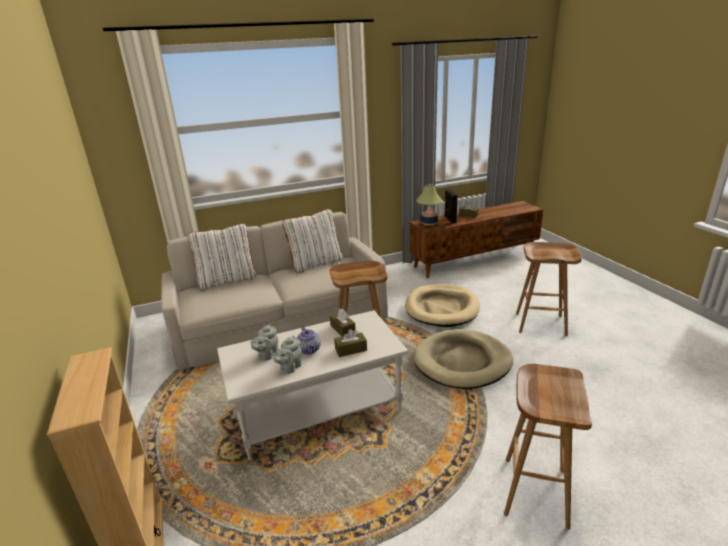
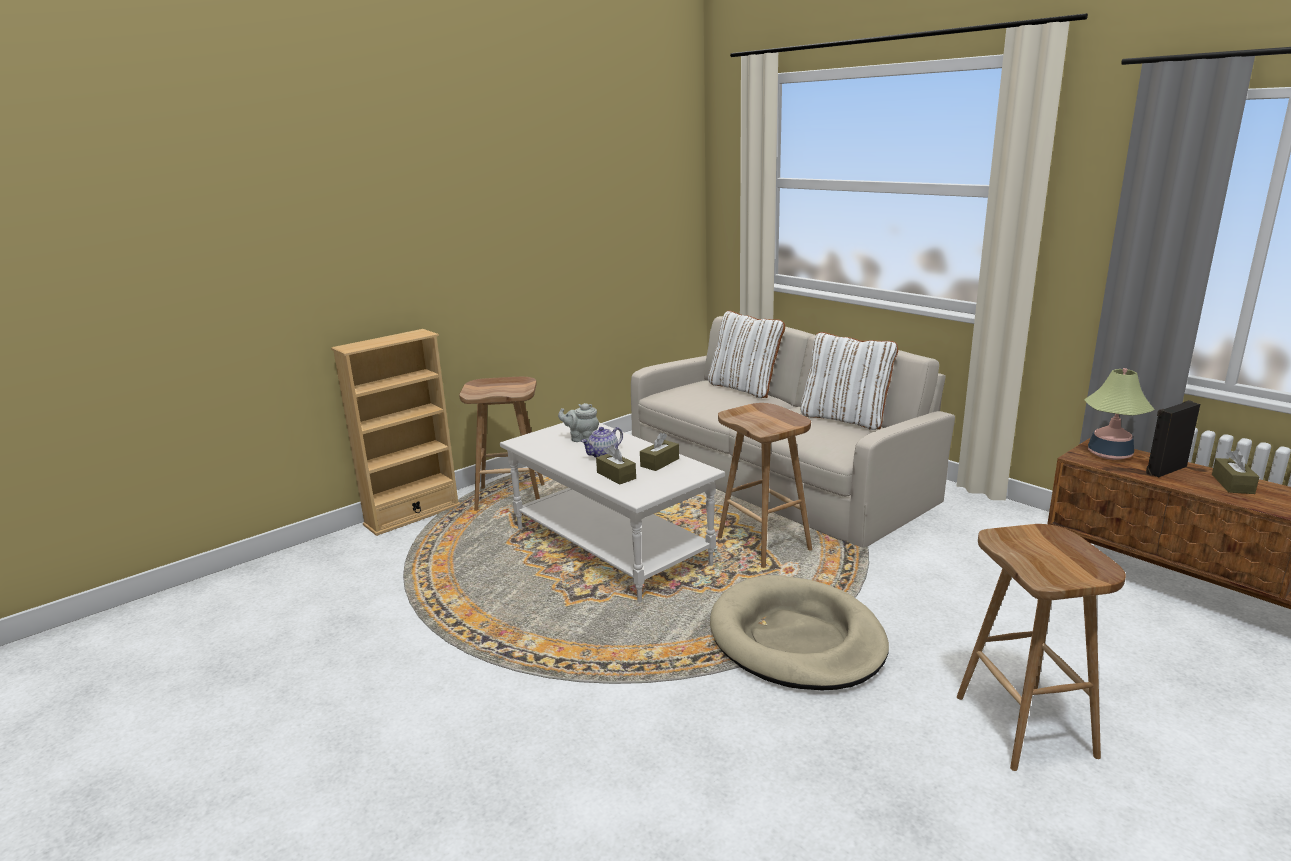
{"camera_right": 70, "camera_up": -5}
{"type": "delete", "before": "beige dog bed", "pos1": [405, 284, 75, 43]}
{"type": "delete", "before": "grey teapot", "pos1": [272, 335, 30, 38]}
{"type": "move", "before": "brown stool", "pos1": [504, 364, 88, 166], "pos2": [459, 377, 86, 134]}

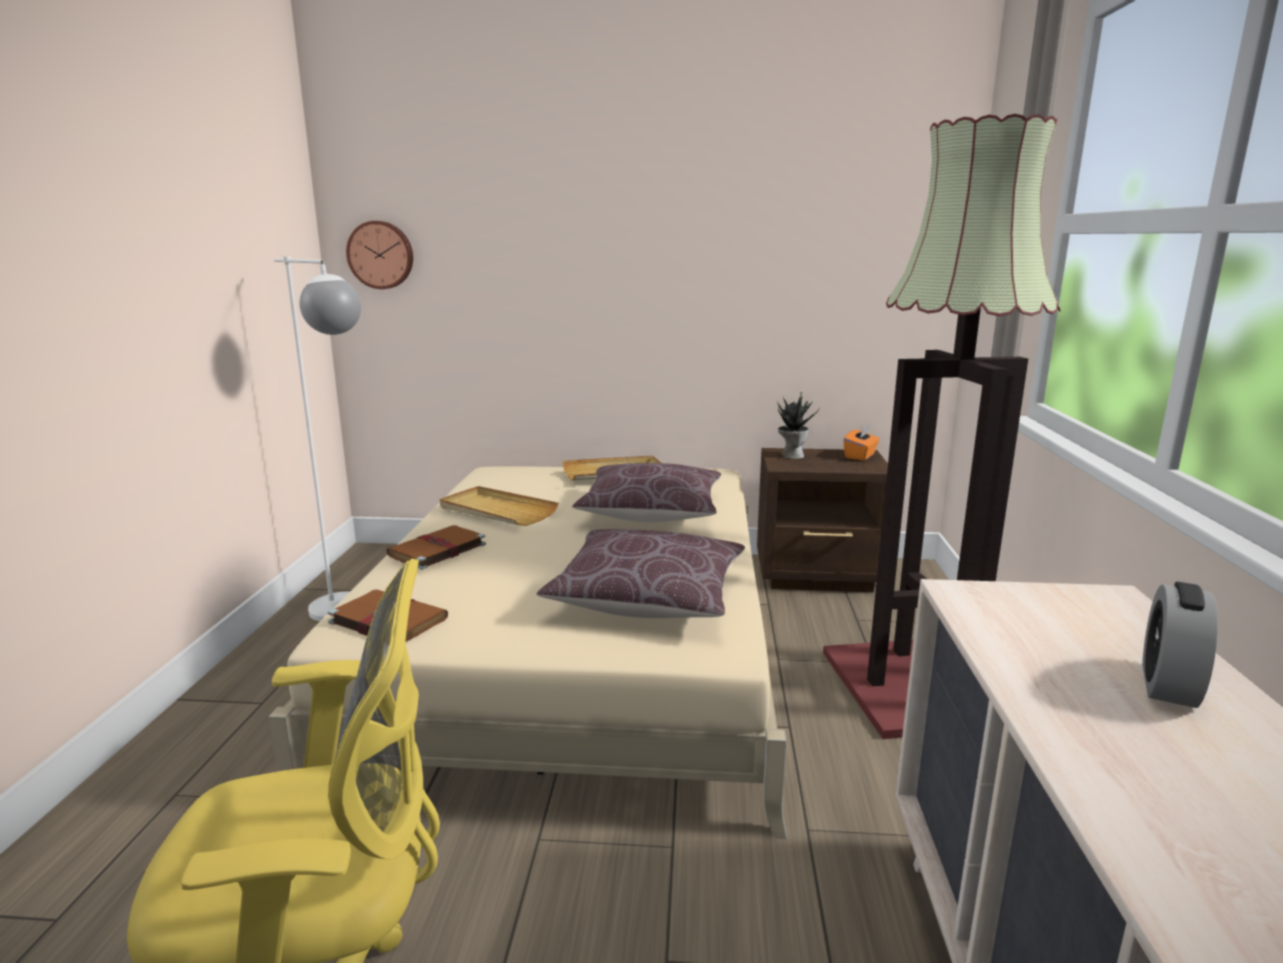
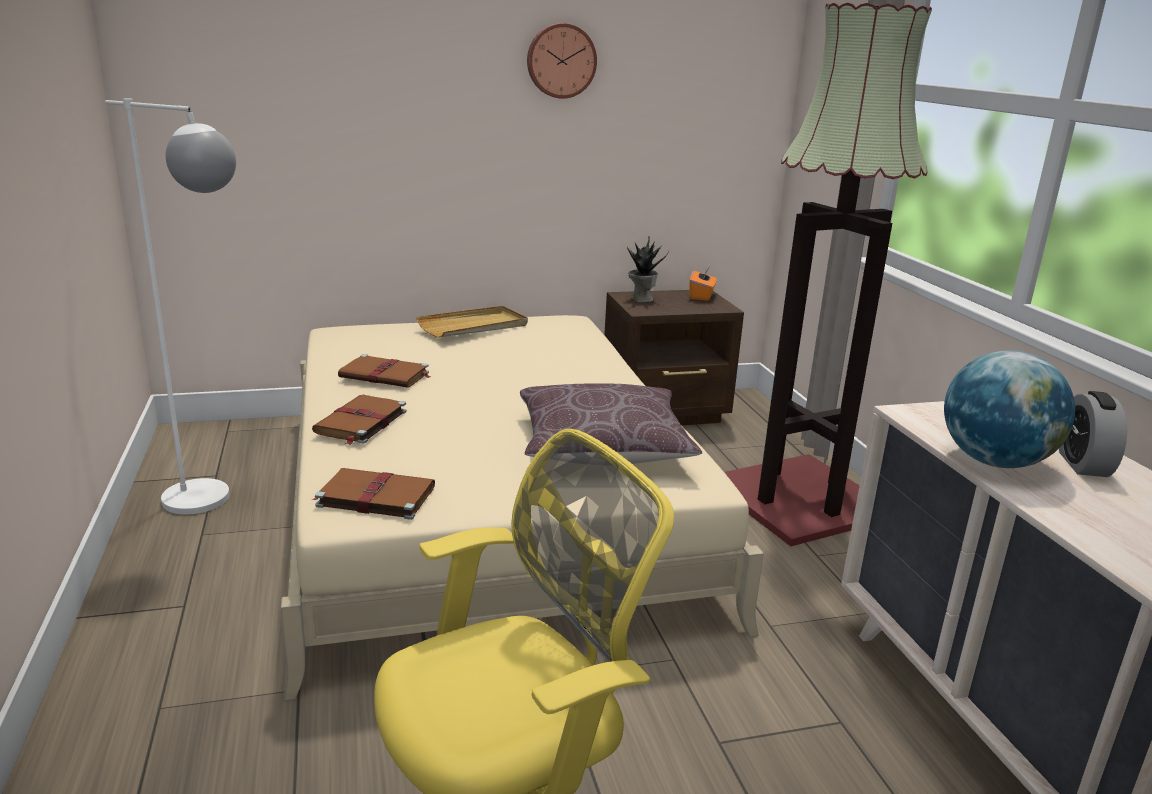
{"camera_right": -20, "camera_up": 5}
{"type": "move", "before": "wall clock", "pos1": [346, 221, 67, 68], "pos2": [527, 23, 70, 76]}
{"type": "delete", "before": "brown pillow", "pos1": [572, 463, 149, 59]}
{"type": "replace", "before": "beige tray", "after": "brown book", "pos1": [440, 486, 119, 40], "pos2": [338, 354, 93, 34]}
{"type": "insert", "after": "globe", "pos2": [944, 350, 131, 118]}

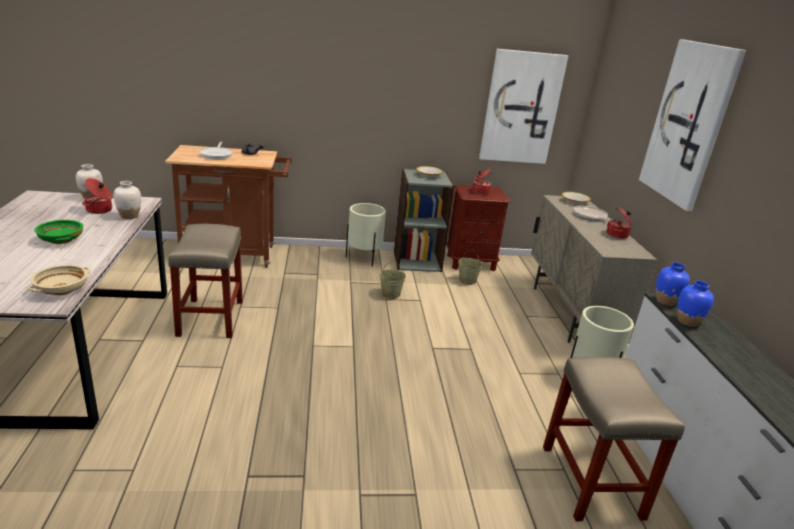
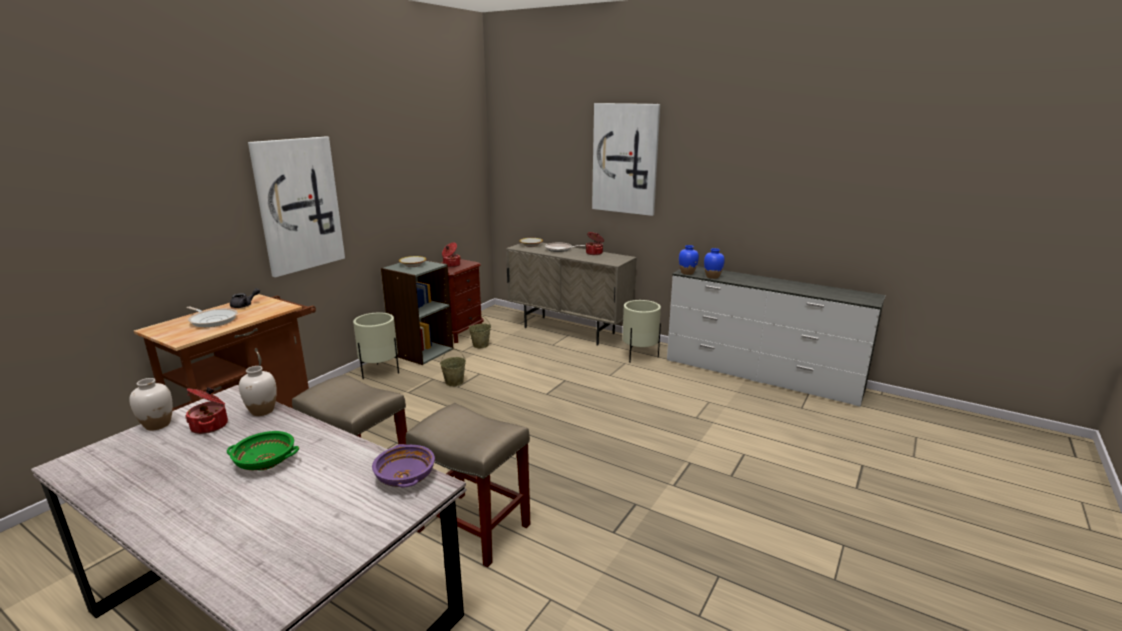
{"camera_right": -50, "camera_up": -5}
{"type": "move", "before": "picture", "pos1": [479, 49, 89, 115], "pos2": [248, 136, 97, 141]}
{"type": "recolor", "before": "beige bowl", "after": "purple bowl", "pos1": [27, 265, 64, 31], "pos2": [372, 444, 63, 44]}
{"type": "move", "before": "beige stool", "pos1": [543, 357, 142, 164], "pos2": [406, 403, 124, 164]}

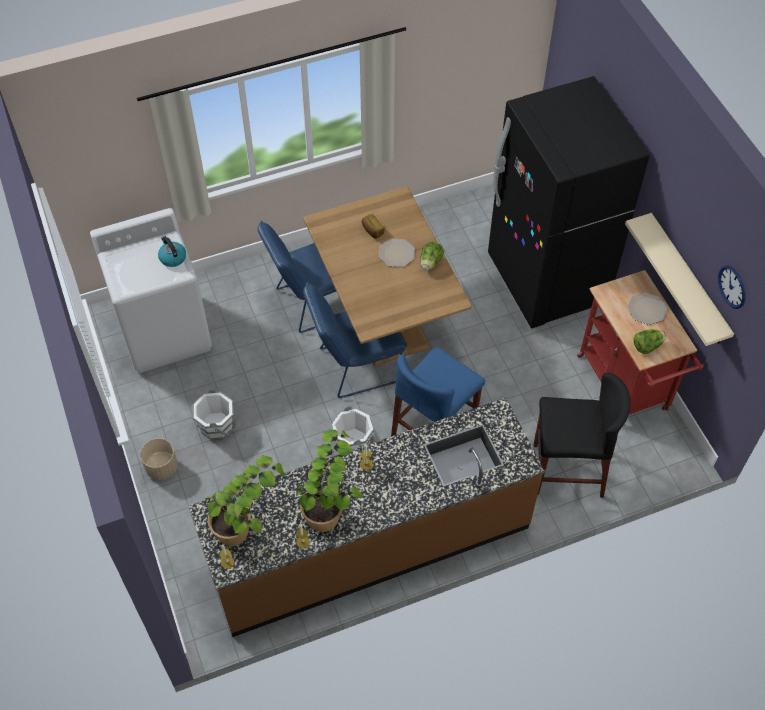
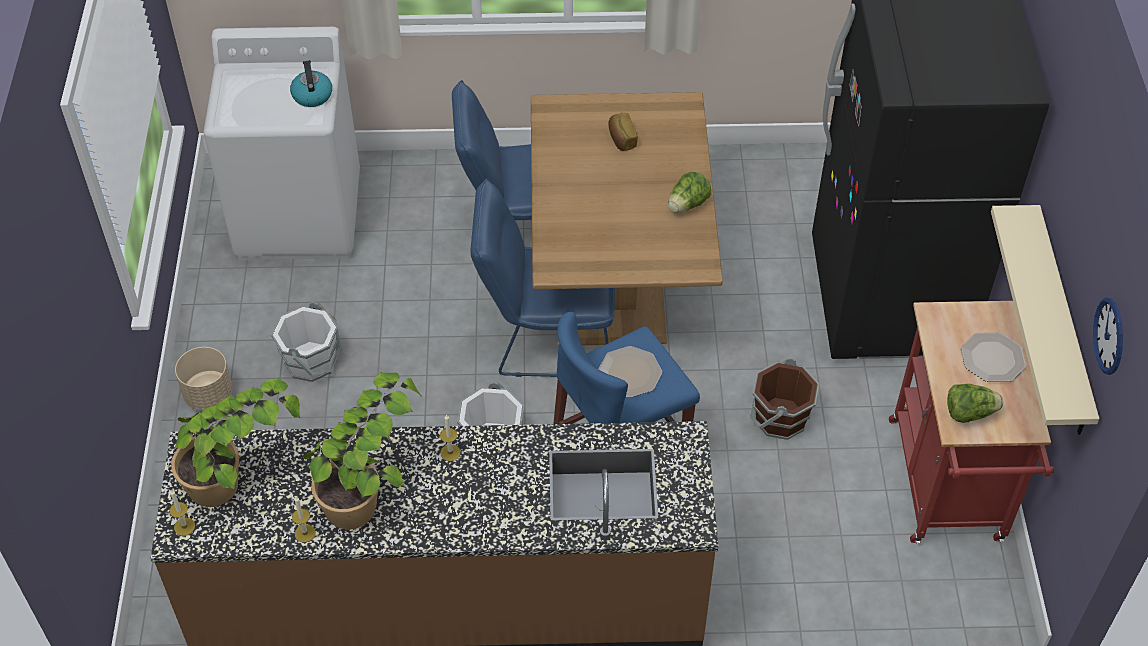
{"camera_right": 20, "camera_up": -5}
{"type": "move", "before": "plate", "pos1": [379, 239, 36, 28], "pos2": [599, 346, 63, 52]}
{"type": "delete", "before": "black stool", "pos1": [534, 373, 96, 125]}
{"type": "insert", "after": "brown bucket", "pos2": [750, 358, 69, 82]}

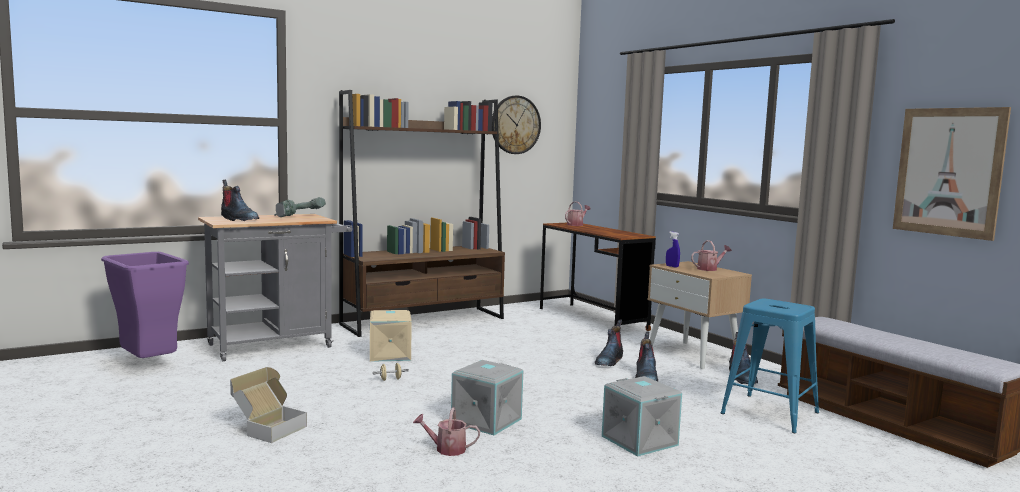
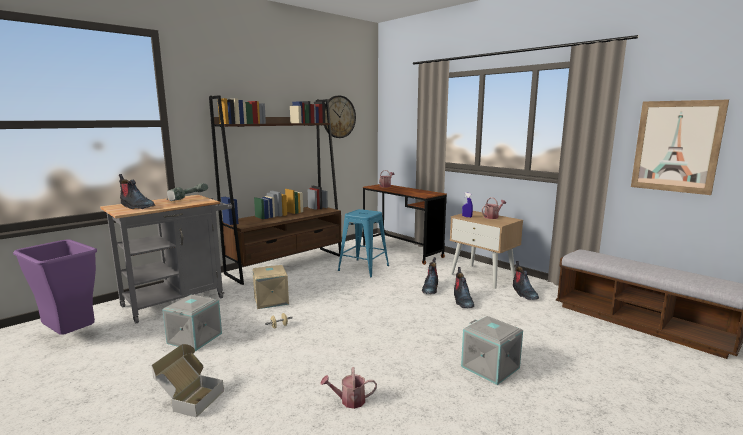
{"camera_right": -10, "camera_up": 5}
{"type": "move", "before": "blue stool", "pos1": [721, 298, 98, 135], "pos2": [338, 209, 51, 69]}
{"type": "move", "before": "grey storage box", "pos1": [451, 360, 72, 75], "pos2": [162, 295, 60, 56]}

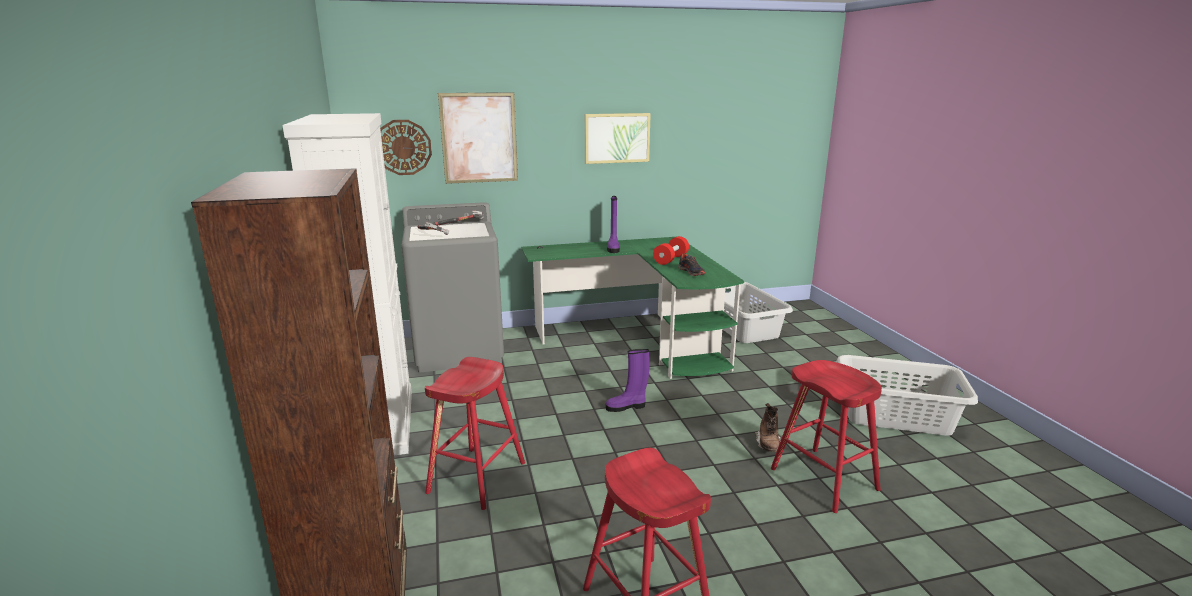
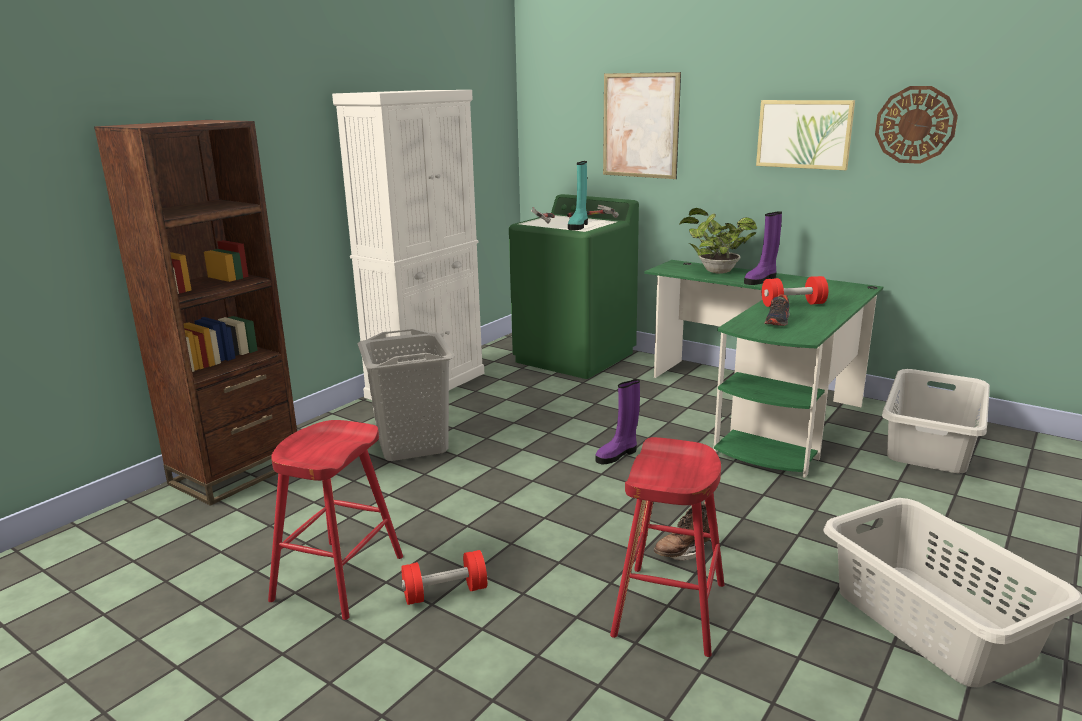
{"camera_right": 50, "camera_up": 0}
{"type": "move", "before": "wall clock", "pos1": [380, 120, 52, 55], "pos2": [875, 86, 83, 78]}
{"type": "recolor", "before": "grey washing machine", "after": "green washing machine", "pos1": [401, 202, 103, 170], "pos2": [509, 194, 130, 185]}
{"type": "rotate", "before": "purple boot", "pos1": [606, 349, 43, 63], "pos2": [595, 379, 45, 85], "turn": -75}
{"type": "replace", "before": "red stool", "after": "grey laundry basket", "pos1": [425, 357, 100, 153], "pos2": [357, 329, 98, 132]}
{"type": "insert", "after": "turquoise boot", "pos2": [568, 161, 20, 69]}
{"type": "insert", "after": "potted plant", "pos2": [679, 208, 78, 66]}
{"type": "insert", "after": "red dumbbell", "pos2": [401, 550, 86, 55]}

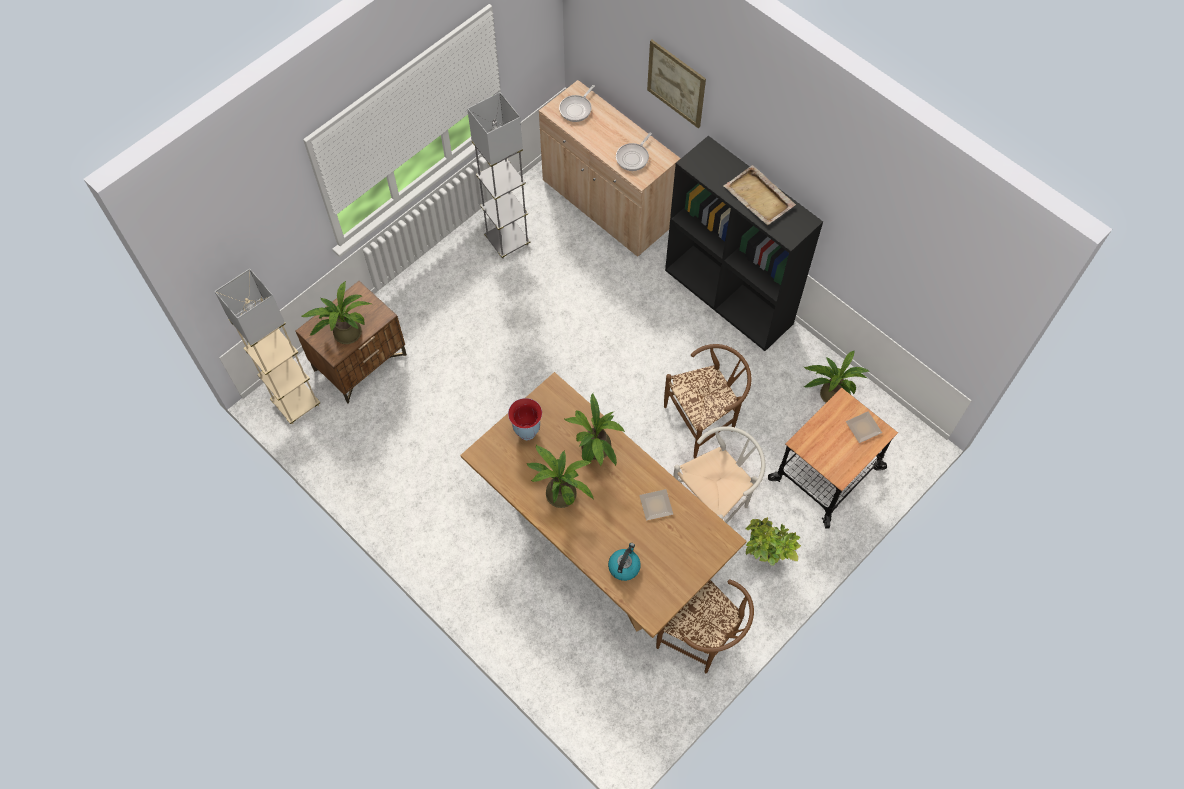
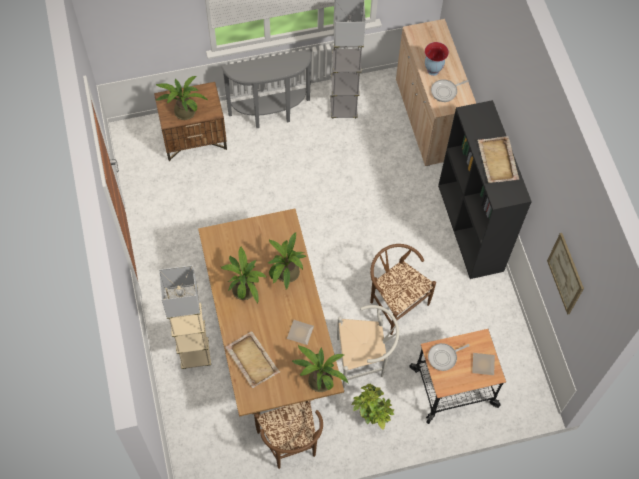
{"camera_right": 30, "camera_up": 0}
{"type": "move", "before": "picture", "pos1": [647, 40, 59, 88], "pos2": [547, 233, 37, 82]}
{"type": "move", "before": "frying pan", "pos1": [559, 85, 36, 37], "pos2": [428, 343, 42, 28]}
{"type": "move", "before": "beige floor lamp", "pos1": [215, 268, 105, 156], "pos2": [159, 265, 52, 104]}
{"type": "rotate", "before": "brown chair", "pos1": [664, 344, 88, 115], "pos2": [370, 244, 66, 91], "turn": -135}
{"type": "move", "before": "potted plant", "pos1": [804, 351, 65, 52], "pos2": [292, 345, 57, 47]}
{"type": "move", "before": "vase", "pos1": [508, 398, 34, 42], "pos2": [425, 42, 24, 34]}
{"type": "replace", "before": "kettle", "after": "beige tray", "pos1": [608, 543, 33, 38], "pos2": [225, 331, 55, 57]}
{"type": "insert", "after": "grey console table", "pos2": [221, 49, 91, 79]}

